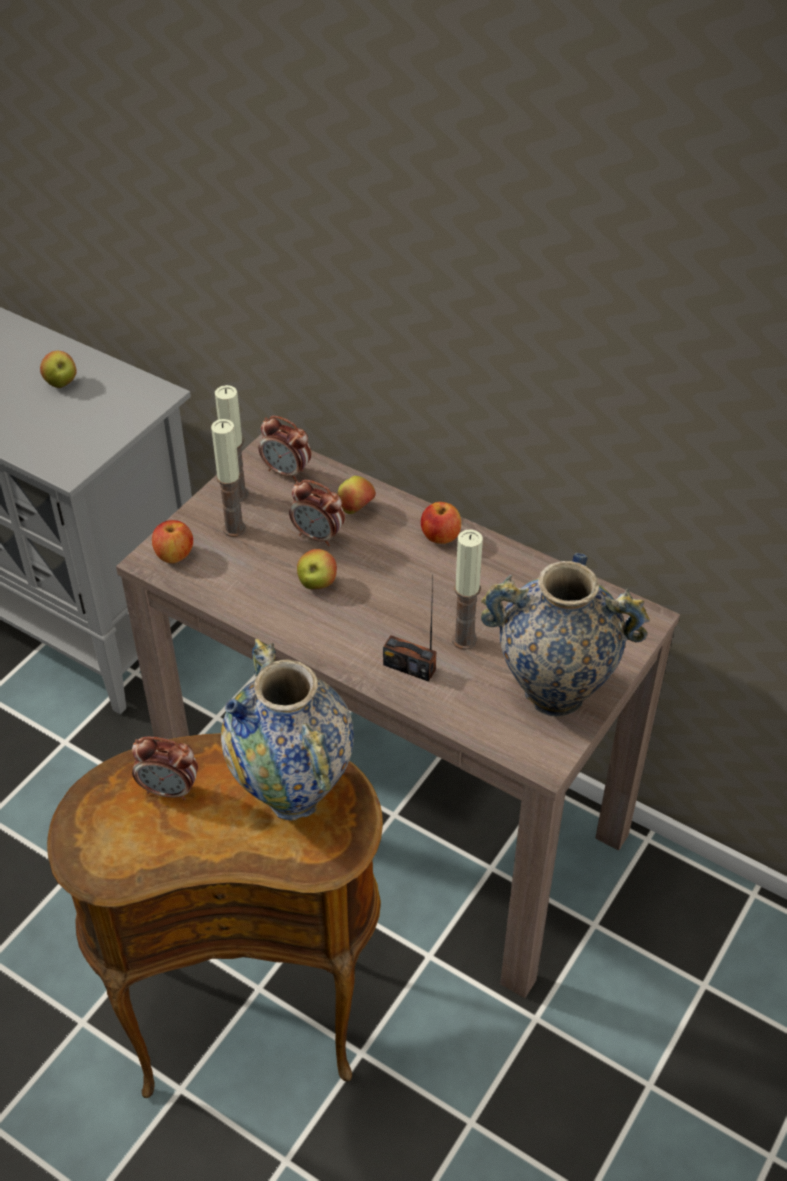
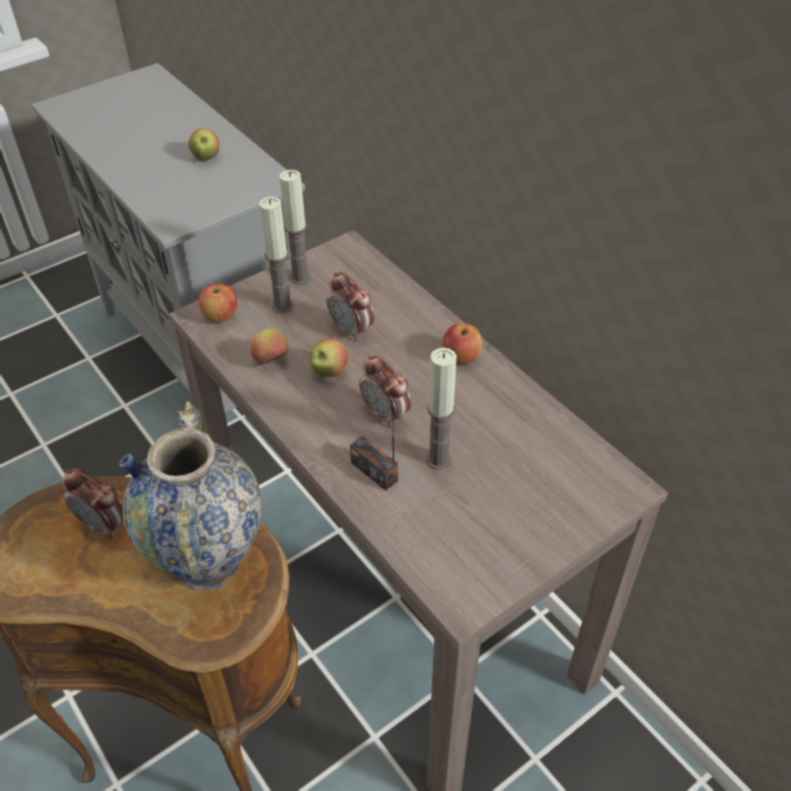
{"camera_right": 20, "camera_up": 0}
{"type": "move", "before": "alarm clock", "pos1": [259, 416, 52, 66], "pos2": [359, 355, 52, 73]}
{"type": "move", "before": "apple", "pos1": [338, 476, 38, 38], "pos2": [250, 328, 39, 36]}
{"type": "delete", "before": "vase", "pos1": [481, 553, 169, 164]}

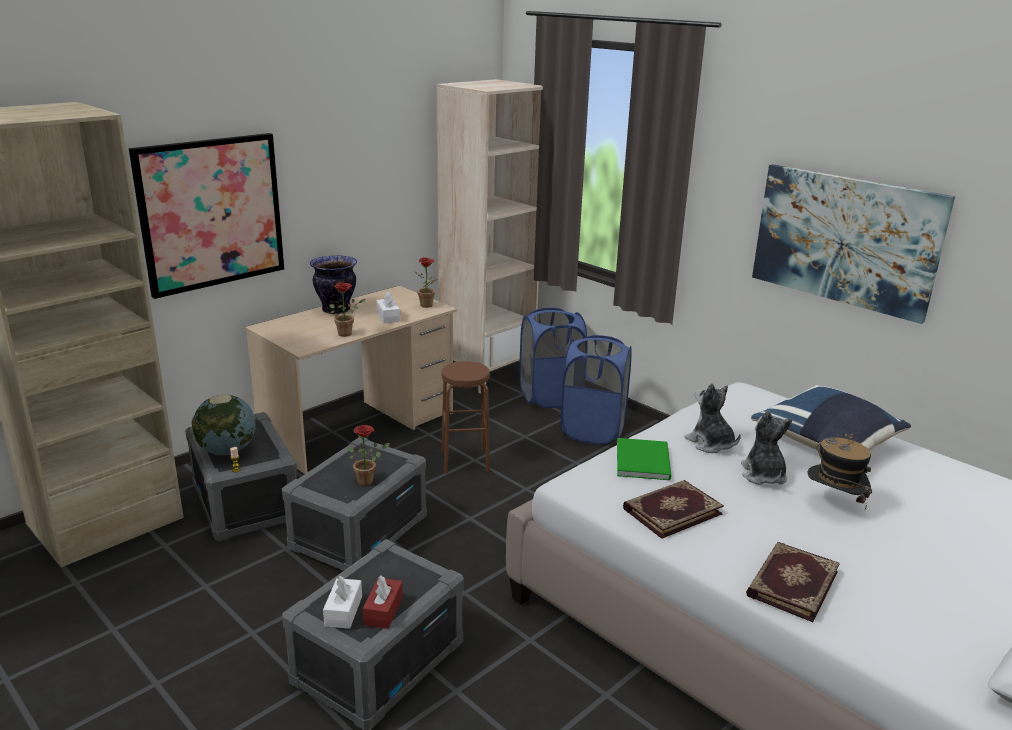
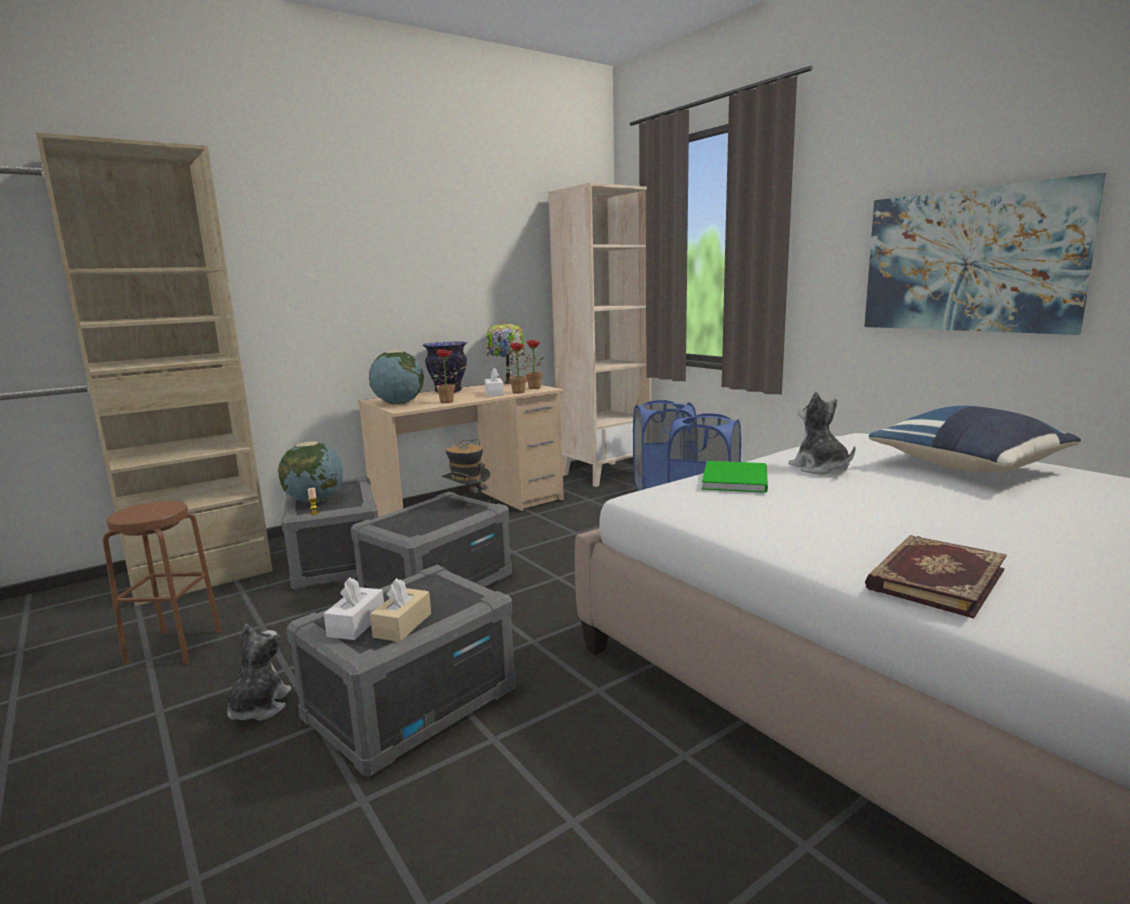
{"camera_right": 10, "camera_up": -10}
{"type": "delete", "before": "picture", "pos1": [129, 133, 155, 166]}
{"type": "move", "before": "brown stool", "pos1": [441, 361, 49, 113], "pos2": [103, 501, 118, 164]}
{"type": "move", "before": "plush toy", "pos1": [741, 411, 51, 74], "pos2": [227, 624, 65, 96]}
{"type": "move", "before": "potted plant", "pos1": [348, 425, 42, 61], "pos2": [506, 343, 31, 51]}
{"type": "move", "before": "hat", "pos1": [808, 434, 64, 76], "pos2": [442, 439, 48, 65]}
{"type": "delete", "before": "book", "pos1": [623, 480, 101, 59]}
{"type": "recolor", "before": "red tissue box", "after": "beige tissue box", "pos1": [363, 576, 40, 53], "pos2": [370, 578, 61, 64]}
{"type": "insert", "after": "table lamp", "pos2": [486, 322, 38, 62]}
{"type": "insert", "after": "globe", "pos2": [369, 350, 55, 54]}

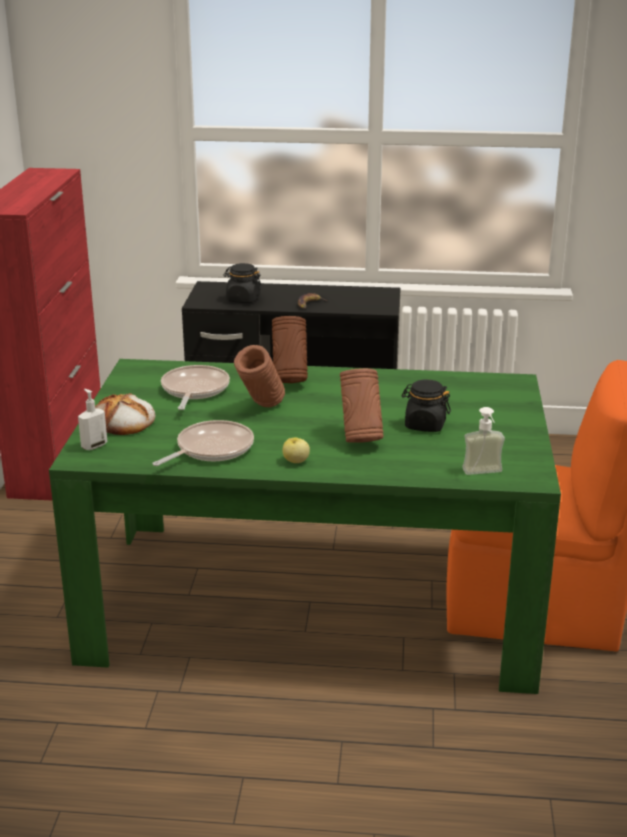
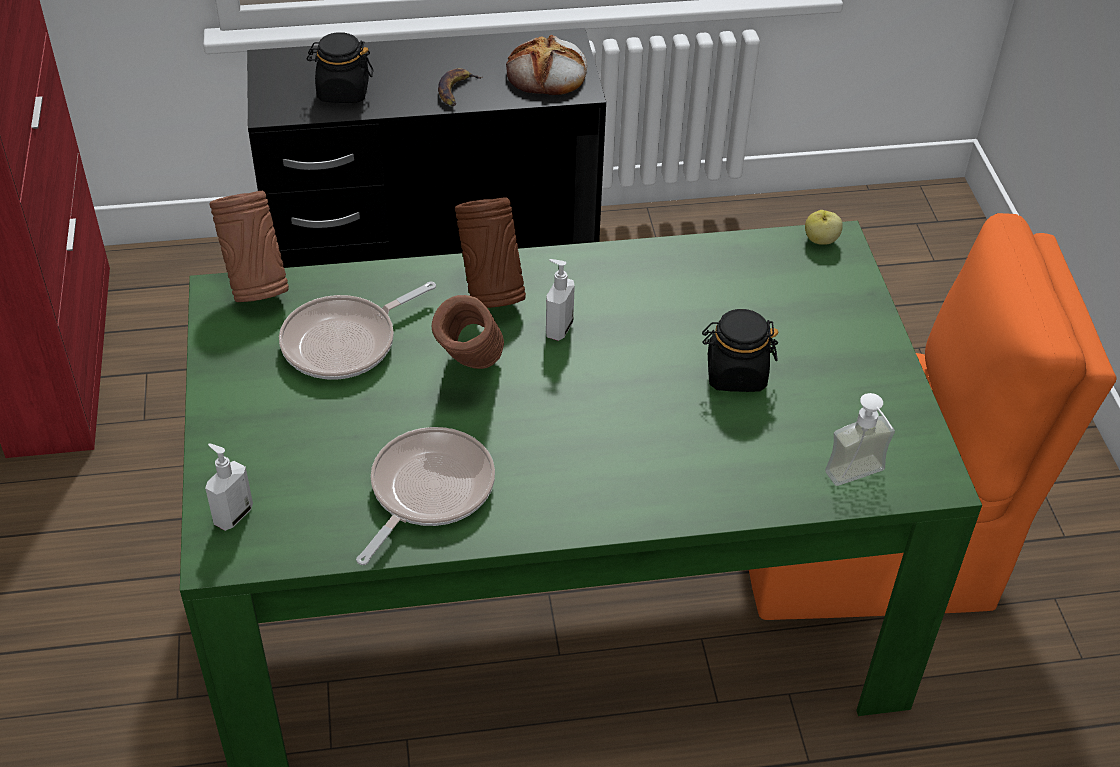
{"camera_right": -15, "camera_up": 20}
{"type": "rotate", "before": "frying pan", "pos1": [161, 365, 69, 45], "pos2": [279, 281, 157, 99], "turn": -120}
{"type": "move", "before": "brown vase", "pos1": [340, 368, 44, 75], "pos2": [210, 191, 79, 111]}
{"type": "move", "before": "bread", "pos1": [95, 393, 61, 42], "pos2": [506, 35, 81, 60]}
{"type": "move", "before": "apple", "pos1": [282, 437, 28, 26], "pos2": [805, 210, 38, 35]}
{"type": "insert", "after": "soap dispenser", "pos2": [546, 259, 29, 82]}

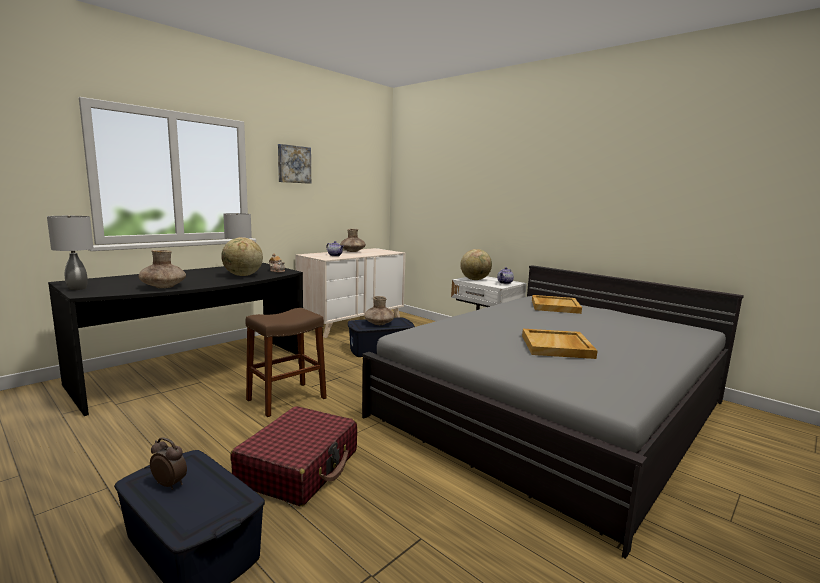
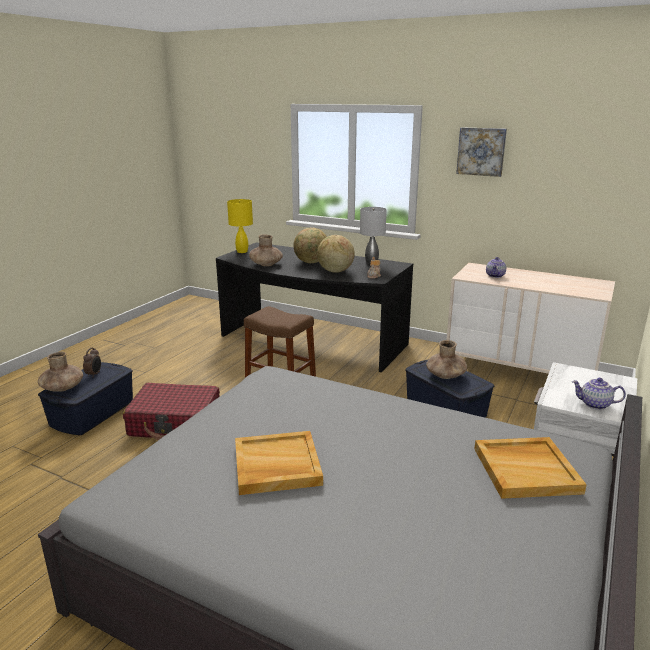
{"camera_right": 75, "camera_up": 10}
{"type": "recolor", "before": "grey table lamp", "after": "yellow table lamp", "pos1": [47, 215, 46, 75], "pos2": [227, 199, 26, 54]}
{"type": "move", "before": "brown vase", "pos1": [340, 229, 26, 23], "pos2": [38, 352, 45, 40]}
{"type": "move", "before": "globe", "pos1": [460, 249, 32, 31], "pos2": [293, 228, 34, 35]}

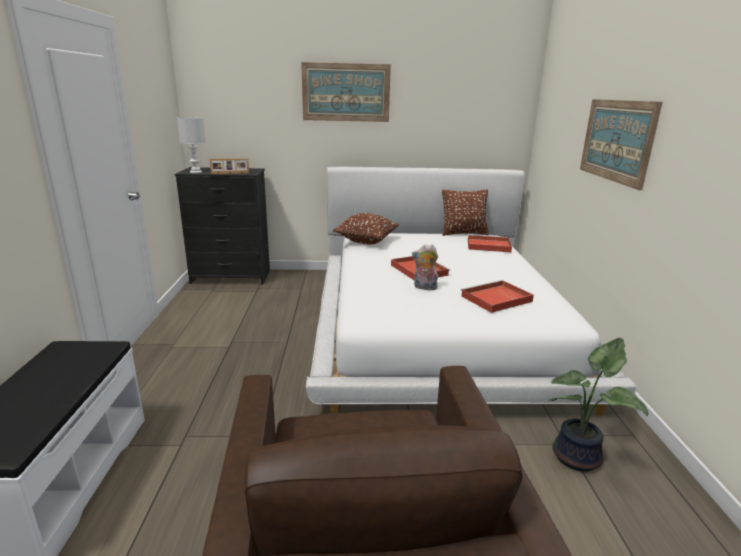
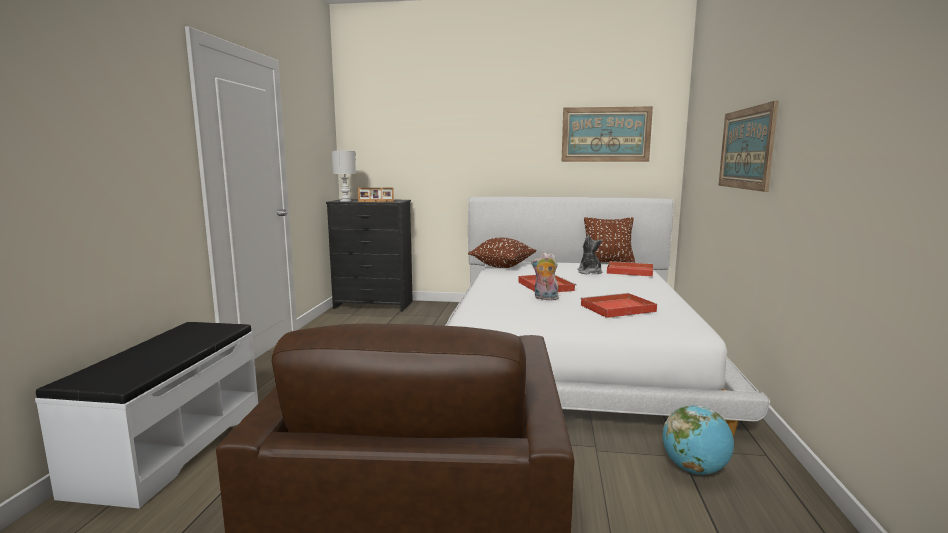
{"camera_right": 10, "camera_up": -10}
{"type": "move", "before": "picture", "pos1": [301, 62, 90, 60], "pos2": [562, 106, 91, 56]}
{"type": "replace", "before": "potted plant", "after": "globe", "pos1": [549, 338, 99, 134], "pos2": [663, 405, 71, 70]}
{"type": "insert", "after": "plush toy", "pos2": [577, 235, 25, 39]}

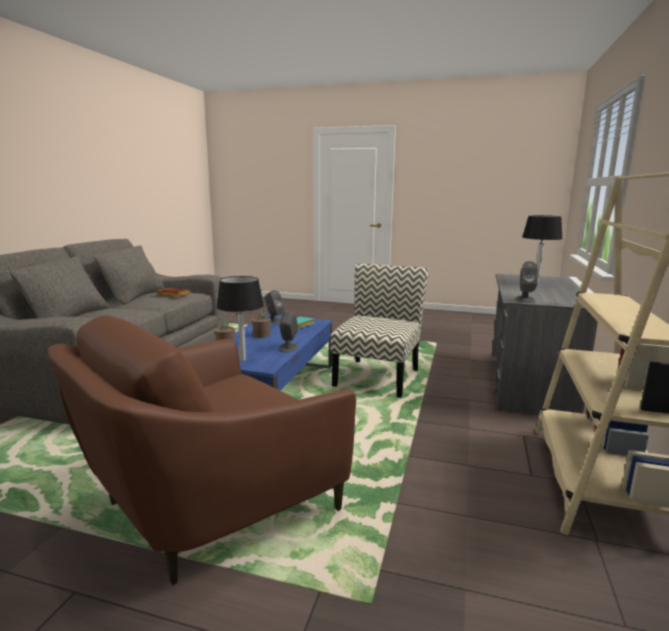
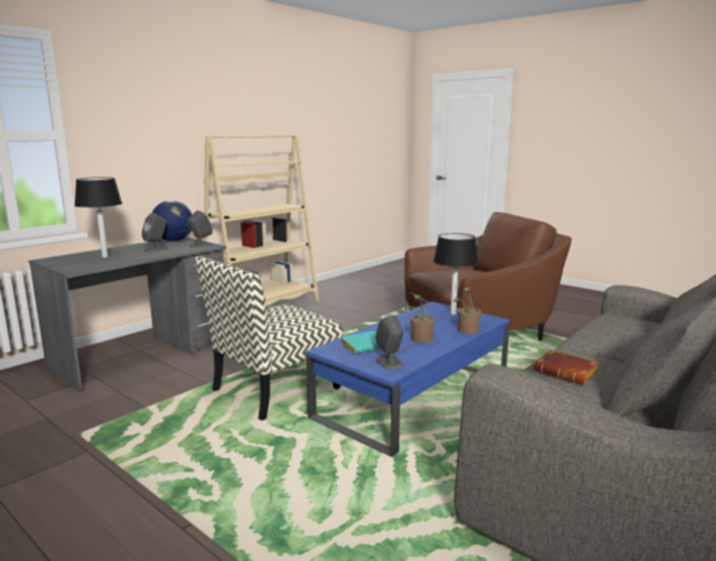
{"camera_right": -155, "camera_up": 0}
{"type": "move", "before": "grey speaker", "pos1": [279, 311, 19, 41], "pos2": [142, 213, 26, 39]}
{"type": "insert", "after": "globe", "pos2": [152, 200, 40, 42]}

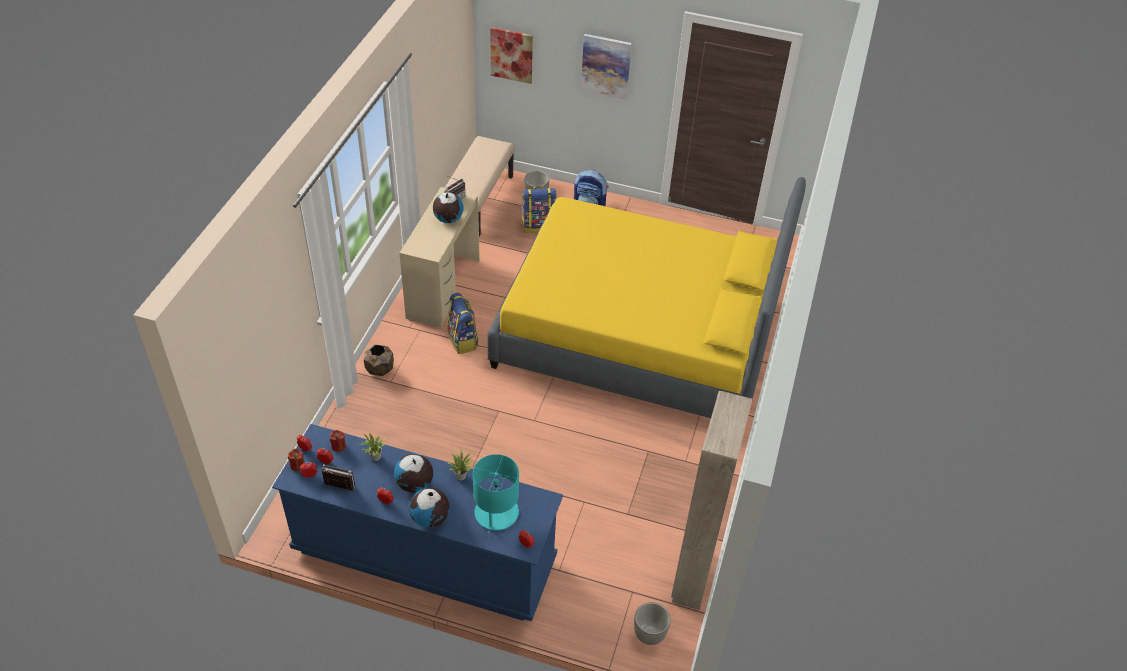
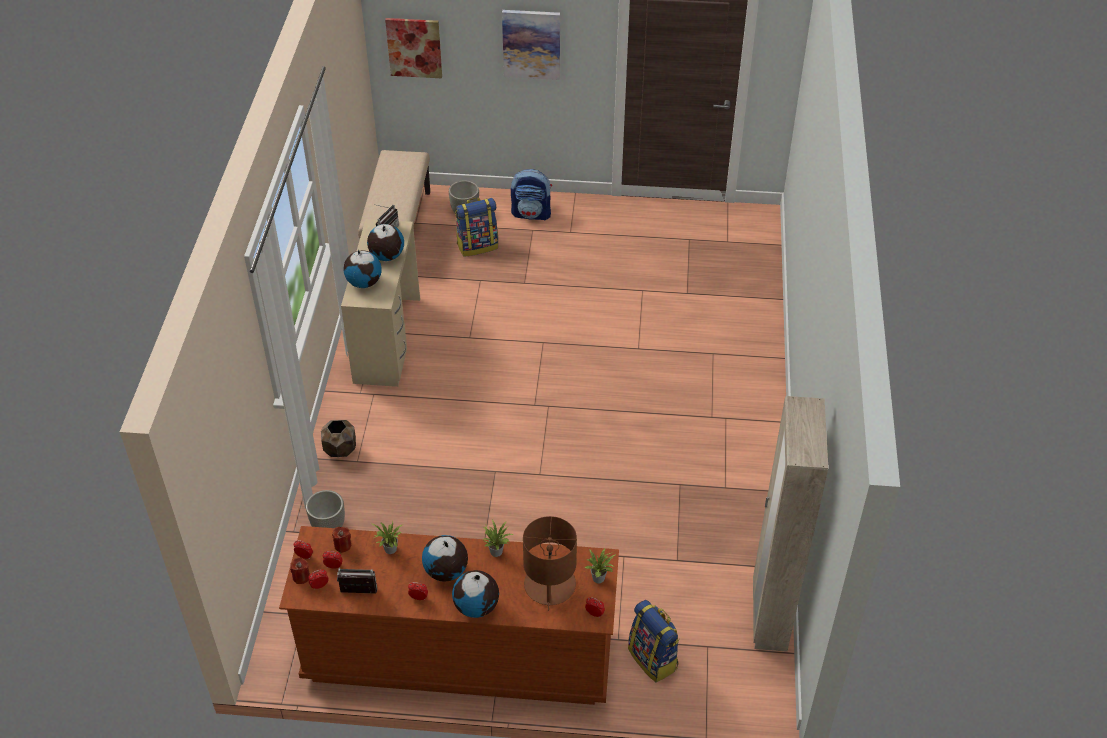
{"camera_right": -10, "camera_up": 0}
{"type": "delete", "before": "yellow bed", "pos1": [487, 177, 319, 241]}
{"type": "move", "before": "backpack", "pos1": [447, 293, 32, 61], "pos2": [628, 600, 52, 82]}
{"type": "recolor", "before": "blue dresser", "after": "brown dresser", "pos1": [272, 424, 291, 197], "pos2": [279, 526, 340, 179]}
{"type": "recolor", "before": "turquoise table lamp", "after": "brown table lamp", "pos1": [473, 454, 46, 80], "pos2": [523, 516, 54, 95]}
{"type": "move", "before": "planter", "pos1": [634, 602, 37, 43], "pos2": [306, 490, 39, 38]}
{"type": "insert", "after": "globe", "pos2": [344, 250, 38, 38]}
{"type": "insert", "after": "potted plant", "pos2": [585, 548, 31, 35]}

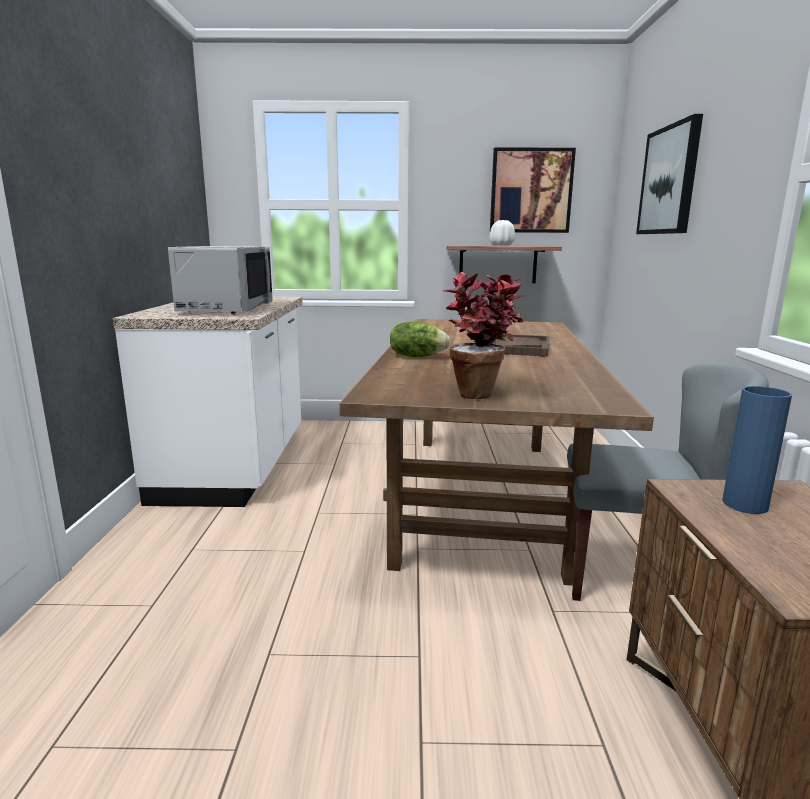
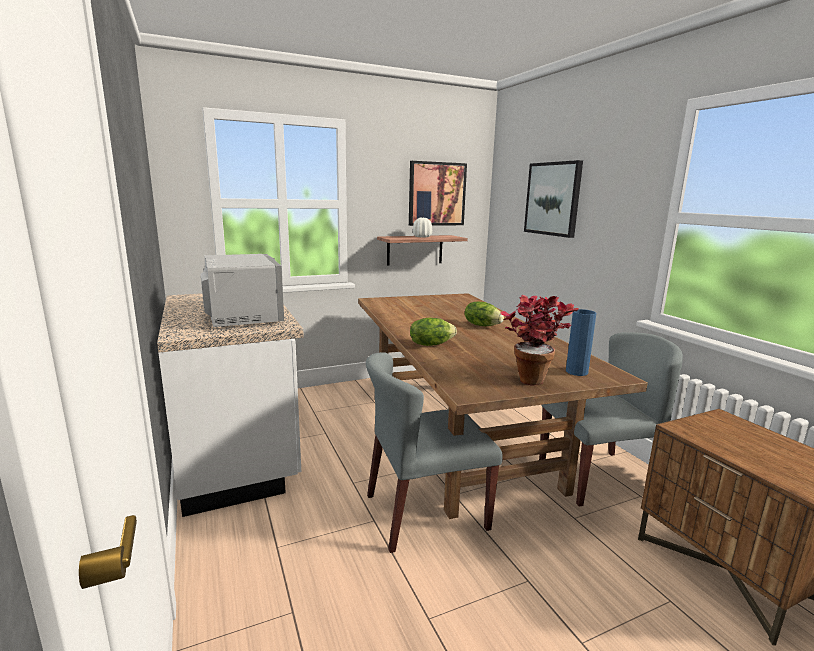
{"camera_right": -25, "camera_up": 0}
{"type": "replace", "before": "brown tray", "after": "lettuce", "pos1": [491, 334, 59, 23], "pos2": [465, 302, 39, 24]}
{"type": "move", "before": "blue vase", "pos1": [722, 386, 70, 128], "pos2": [566, 309, 30, 67]}
{"type": "insert", "after": "grey chair", "pos2": [366, 352, 137, 201]}

